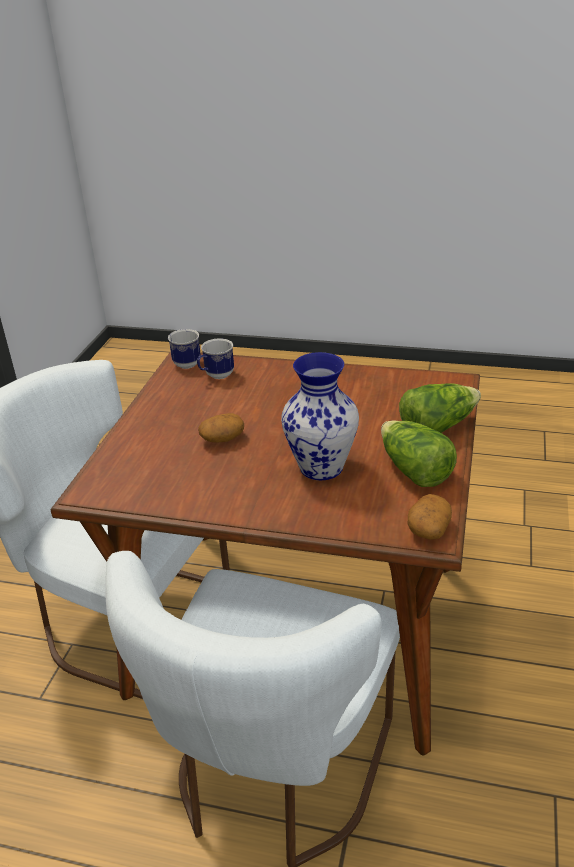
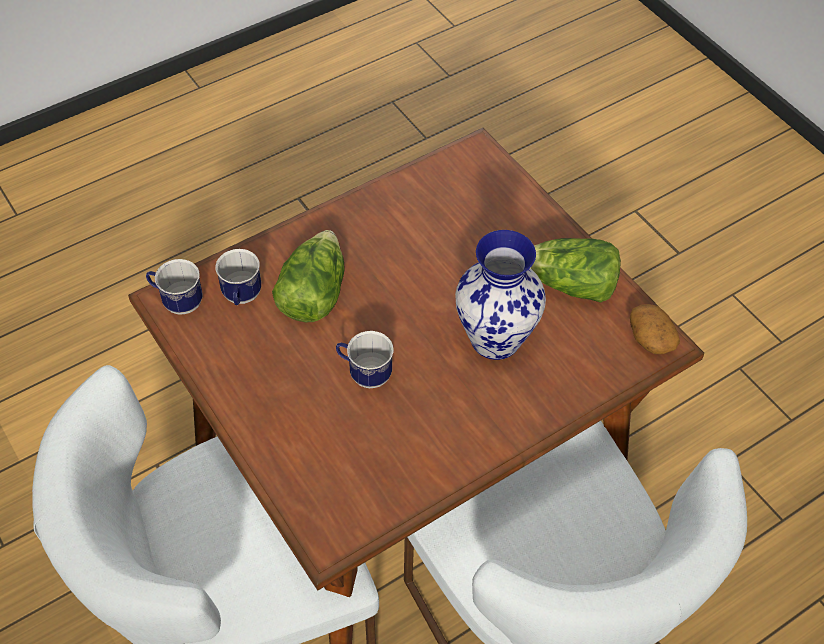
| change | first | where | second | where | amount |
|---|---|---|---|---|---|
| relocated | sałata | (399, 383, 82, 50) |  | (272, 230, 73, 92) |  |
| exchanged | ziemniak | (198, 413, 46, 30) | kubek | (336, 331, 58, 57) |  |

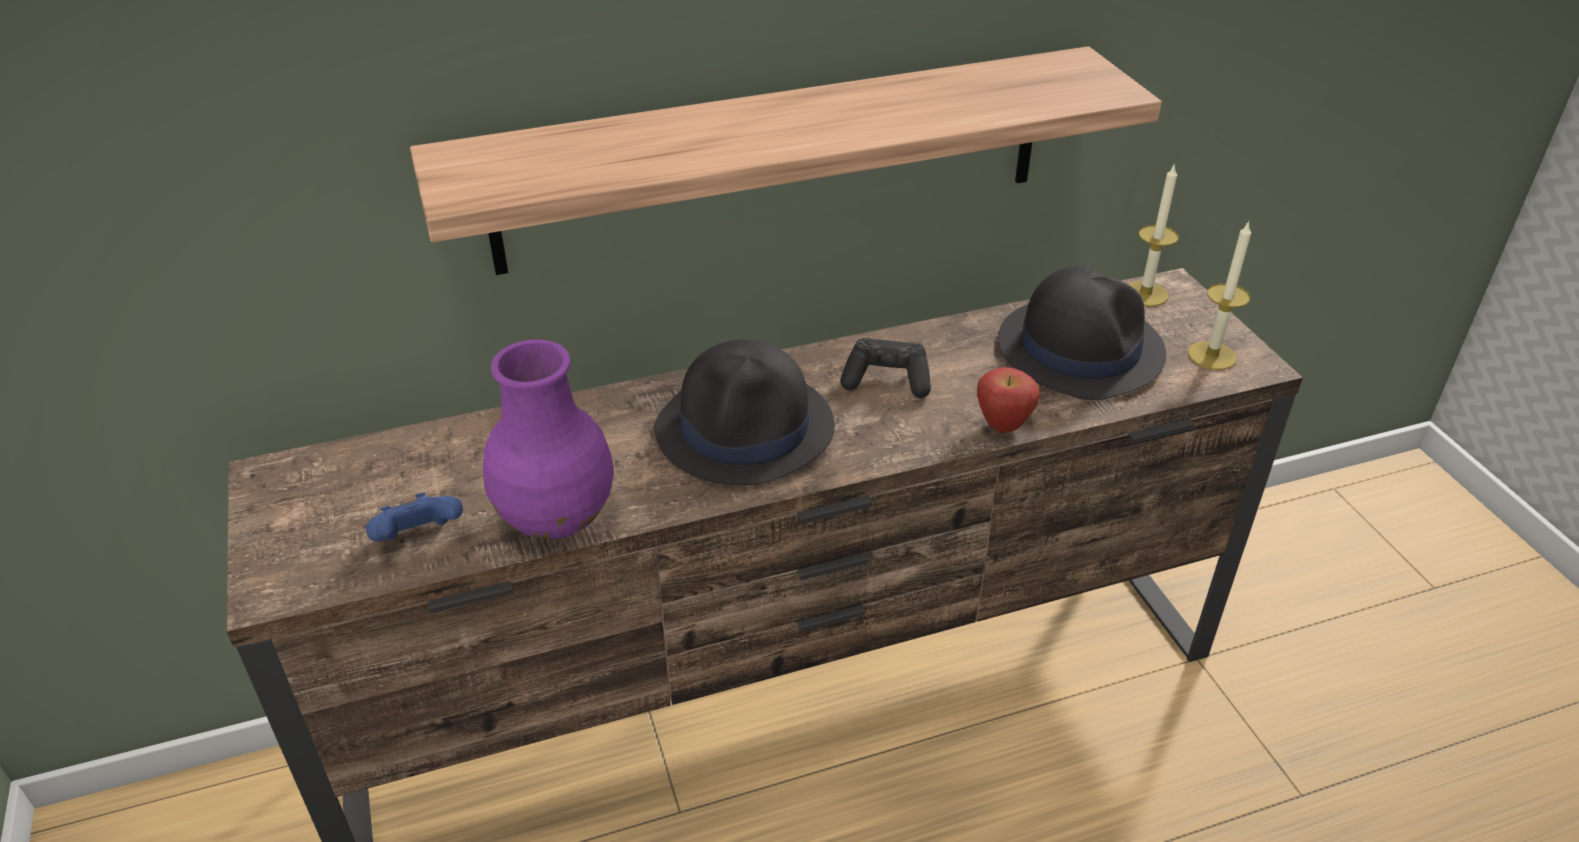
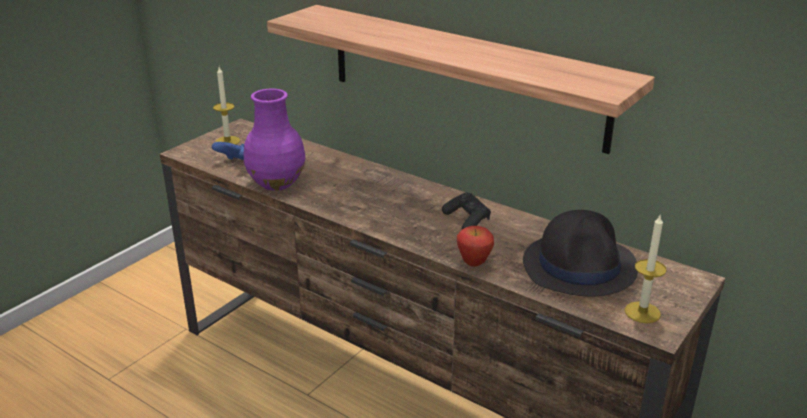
| change | first | where | second | where | amount |
|---|---|---|---|---|---|
| relocated | świeca | (1128, 163, 51, 144) |  | (213, 67, 27, 78) |  |
| missing | kapelusz [czarny] | (655, 339, 180, 146) |  |  |  |

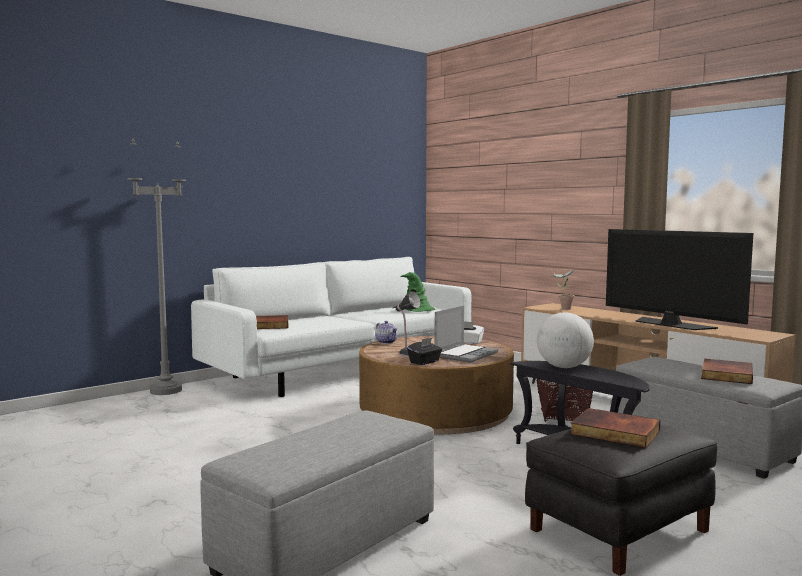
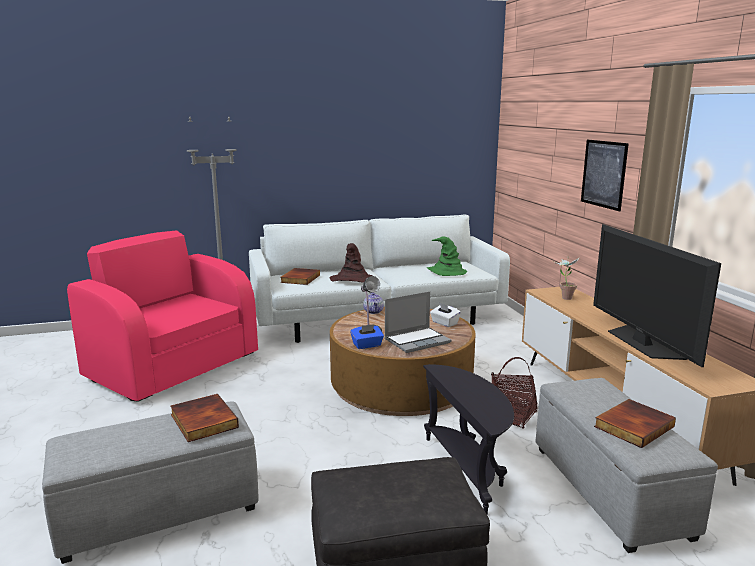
| change | first | where | second | where | amount |
|---|---|---|---|---|---|
| missing | globus | (537, 313, 57, 55) |  |  |  |
| colour | pudełko chusteczek [czarny] | (407, 338, 35, 27) | pudełko chusteczek [niebieski] | (350, 324, 34, 25) |  |
| relocated | książka | (570, 408, 90, 41) |  | (170, 394, 69, 48) |  |
| appeared |  |  | obraz | (581, 140, 48, 71) |  |
| appeared |  |  | fotel [różowy] | (67, 230, 191, 172) |  |
| appeared |  |  | kapelusz [brązowy] | (330, 243, 42, 40) |  |

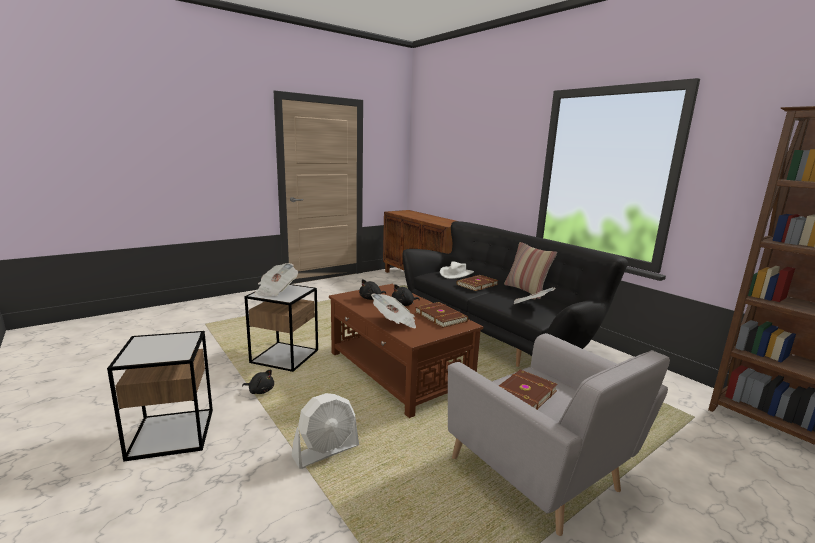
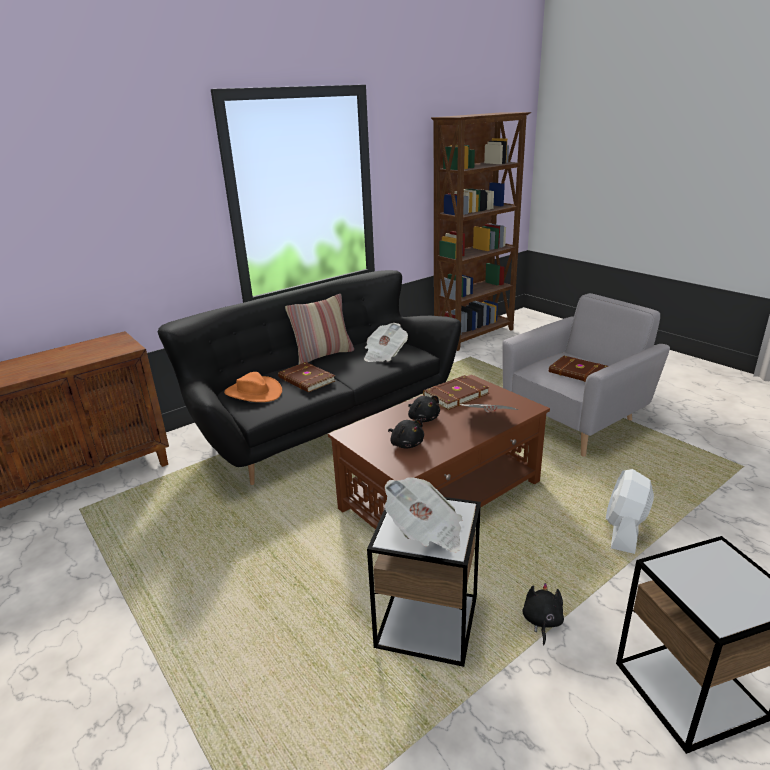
| change | first | where | second | where | amount |
|---|---|---|---|---|---|
| colour | kapelusz [biały] | (440, 261, 34, 18) | kapelusz [pomarańczowy] | (224, 372, 58, 30) |  |
| spun | wentylator [biały] | (291, 393, 68, 76) |  | (606, 469, 48, 85) | 120 degrees counterclockwise |

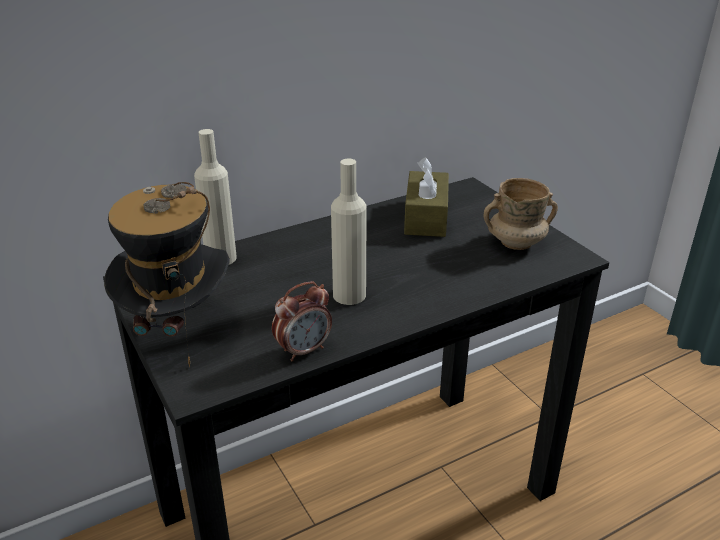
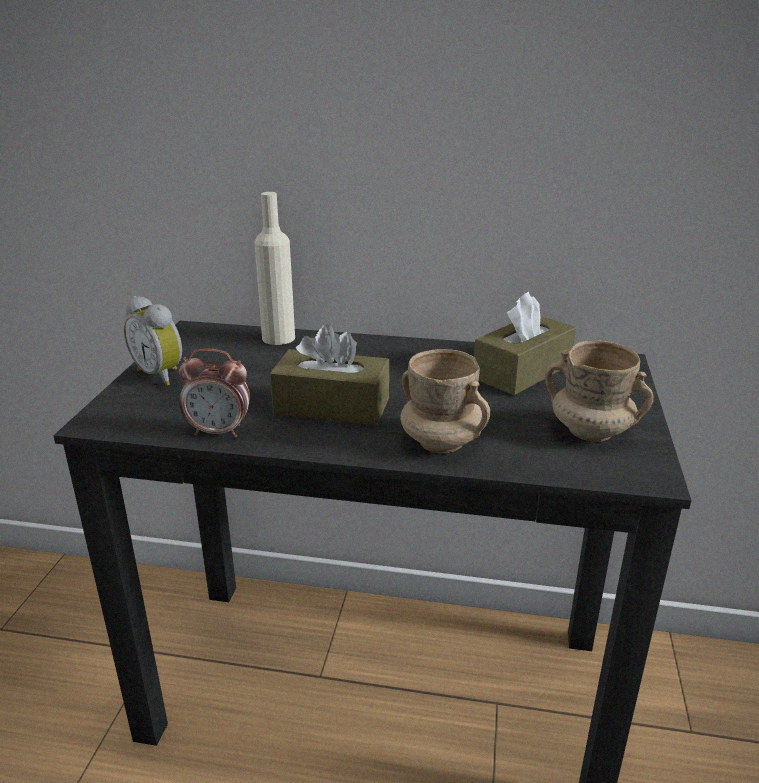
| change | first | where | second | where | amount |
|---|---|---|---|---|---|
| exchanged | butelka [beżowy] | (331, 159, 36, 146) | pudełko chusteczek [brązowy] | (270, 324, 119, 102) |  |
| exchanged | kapelusz | (104, 182, 126, 185) | budzik | (124, 296, 58, 90) |  |
| appeared |  |  | kubek [beżowy] | (400, 349, 90, 104) |  |

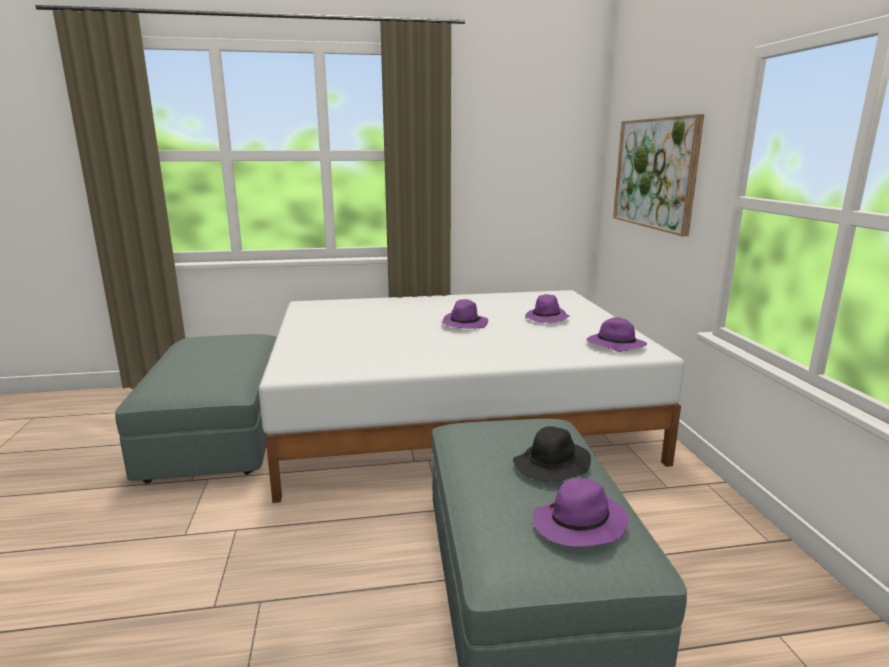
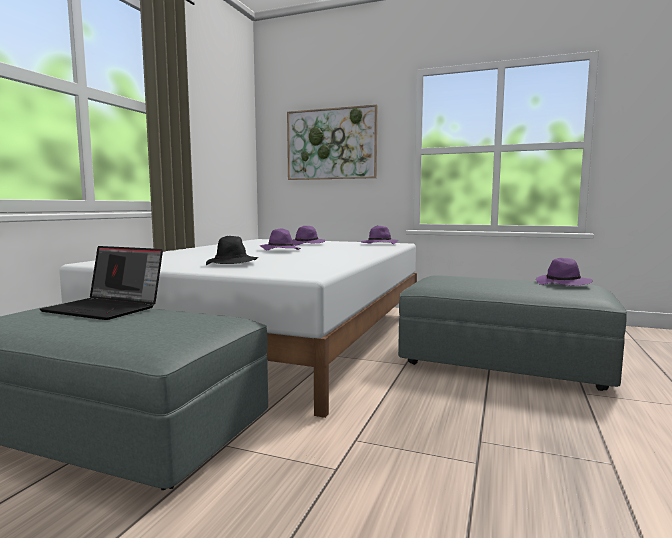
| change | first | where | second | where | amount |
|---|---|---|---|---|---|
| relocated | kapelusz [czarny] | (513, 426, 78, 55) |  | (206, 236, 52, 29) |  |
| appeared |  |  | laptop | (40, 246, 123, 74) |  |

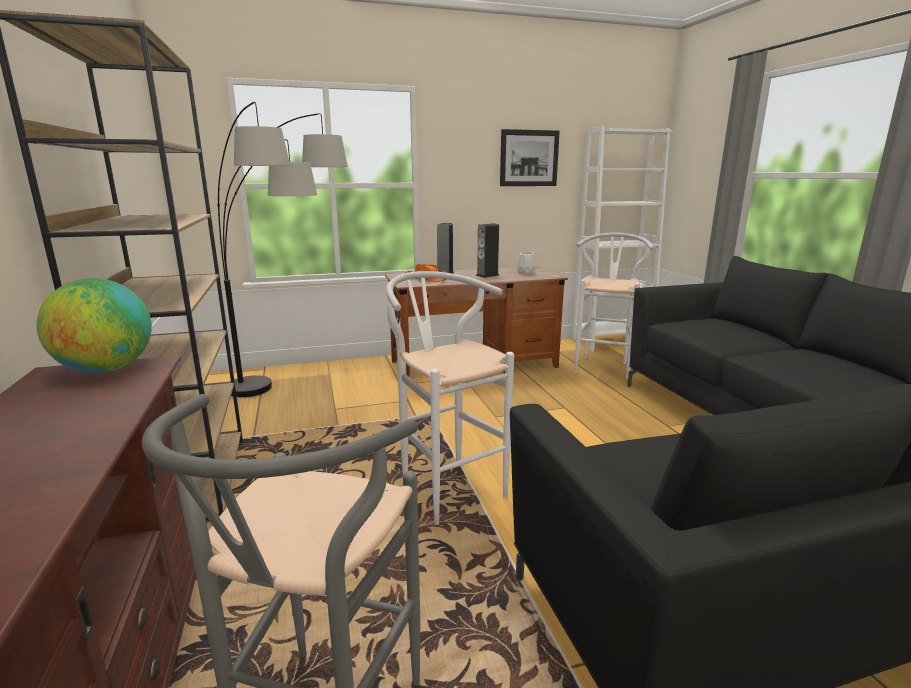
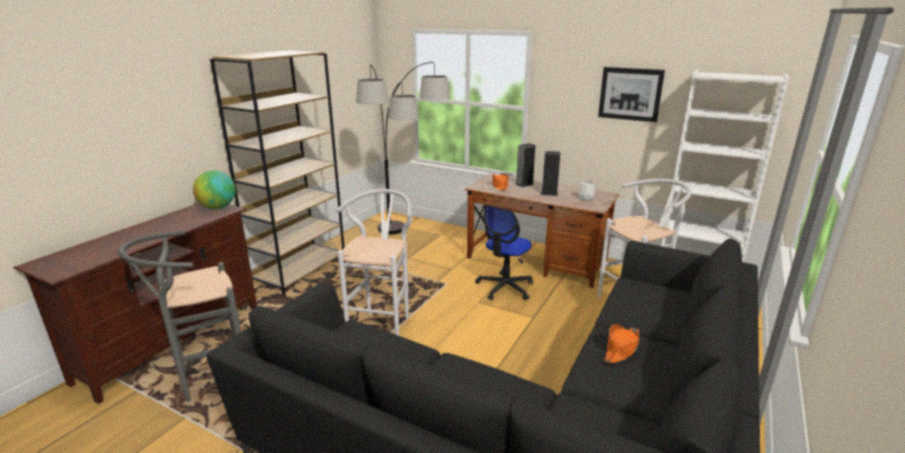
| change | first | where | second | where | amount |
|---|---|---|---|---|---|
| appeared |  |  | krzesło biurowe | (475, 205, 58, 95) |  |
| appeared |  |  | kapelusz [pomarańczowy] | (604, 324, 35, 39) |  |

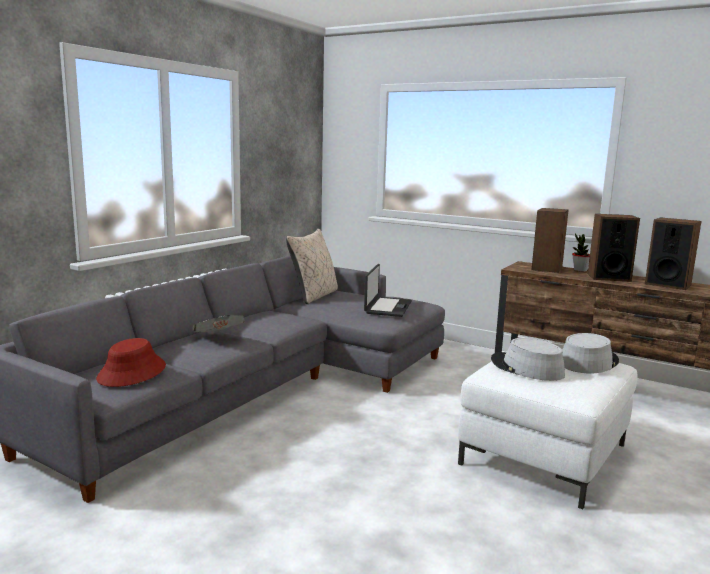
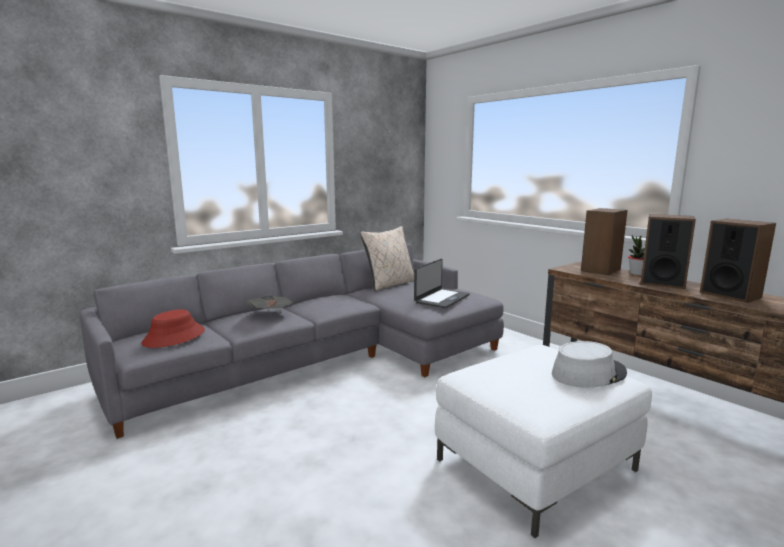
| change | first | where | second | where | amount |
|---|---|---|---|---|---|
| missing | kapelusz [szary] | (491, 338, 74, 43) |  |  |  |

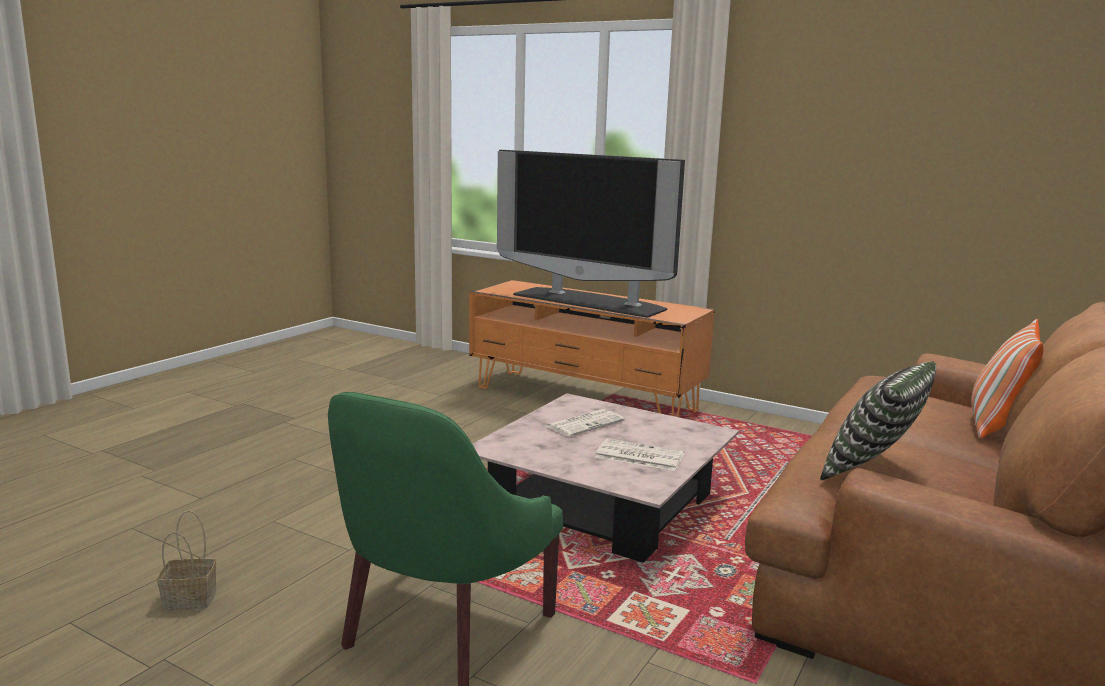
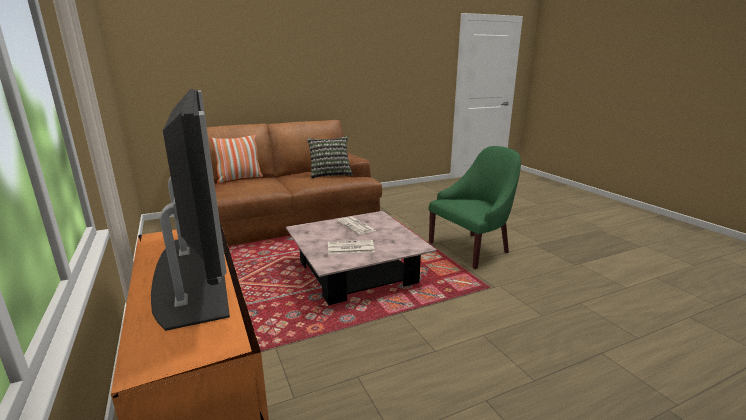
| change | first | where | second | where | amount |
|---|---|---|---|---|---|
| missing | koszyk | (157, 510, 59, 100) |  |  |  |

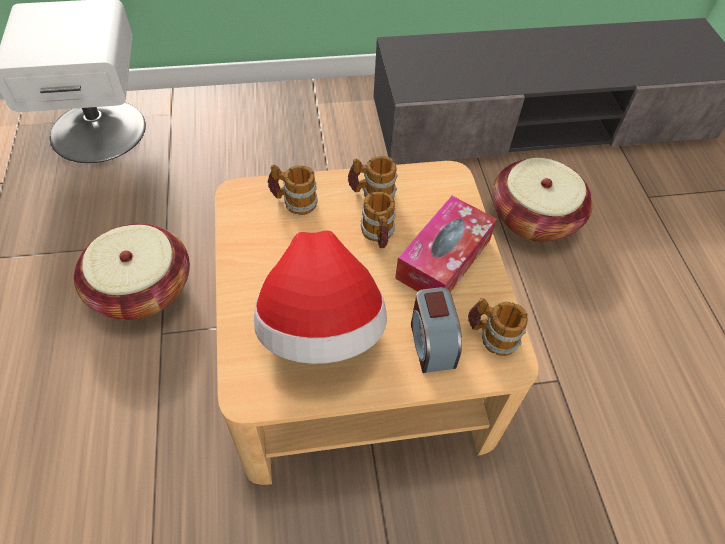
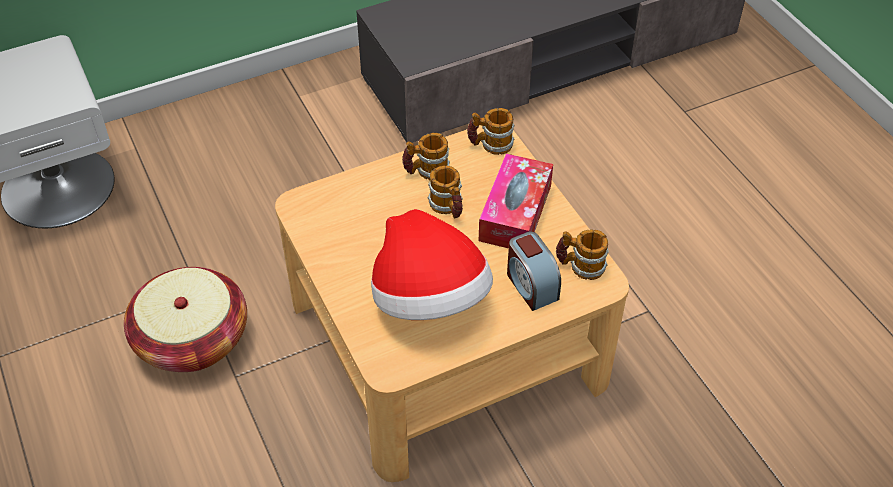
| change | first | where | second | where | amount |
|---|---|---|---|---|---|
| missing | koszyk | (492, 158, 101, 84) |  |  |  |
| relocated | kubek | (267, 165, 51, 50) |  | (467, 108, 48, 47) |  |

